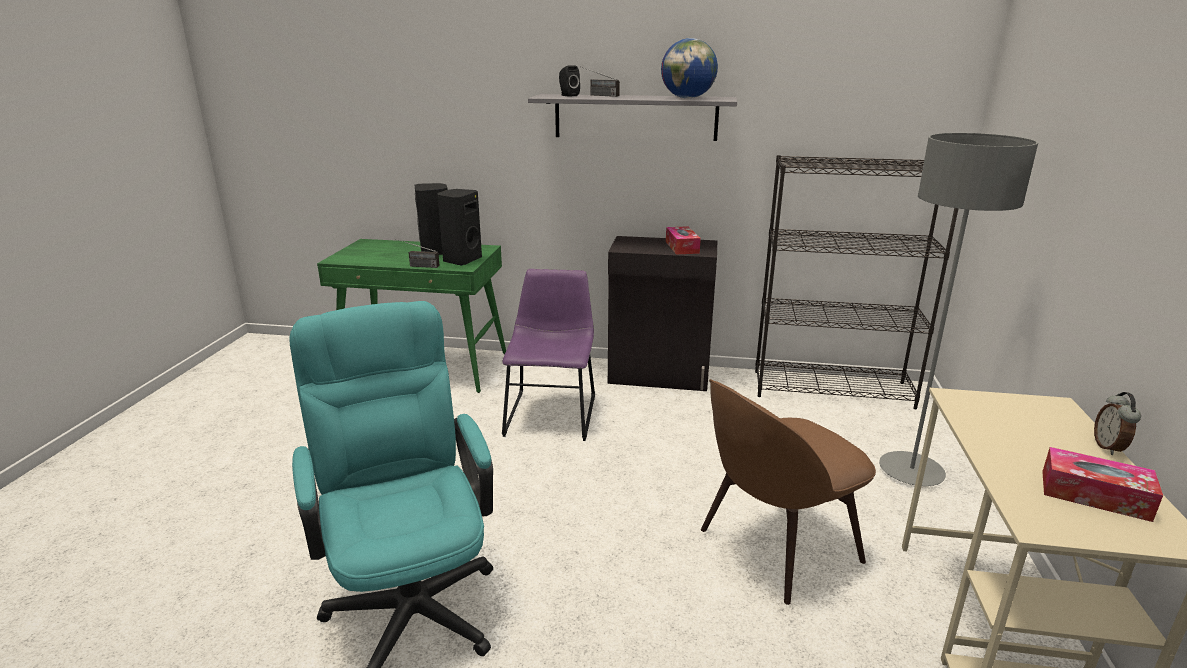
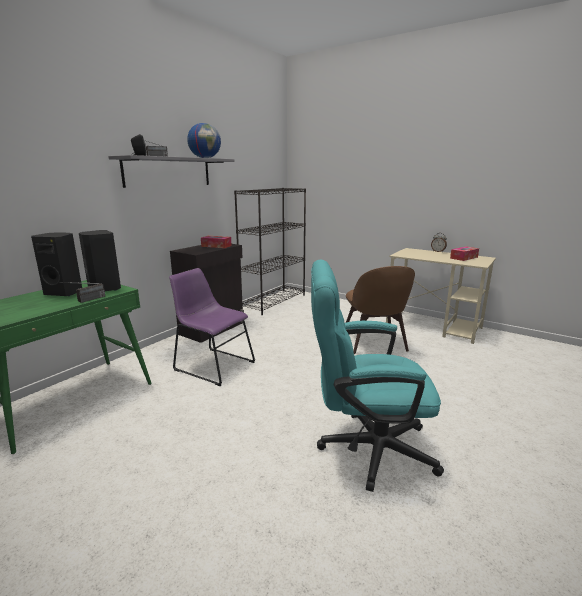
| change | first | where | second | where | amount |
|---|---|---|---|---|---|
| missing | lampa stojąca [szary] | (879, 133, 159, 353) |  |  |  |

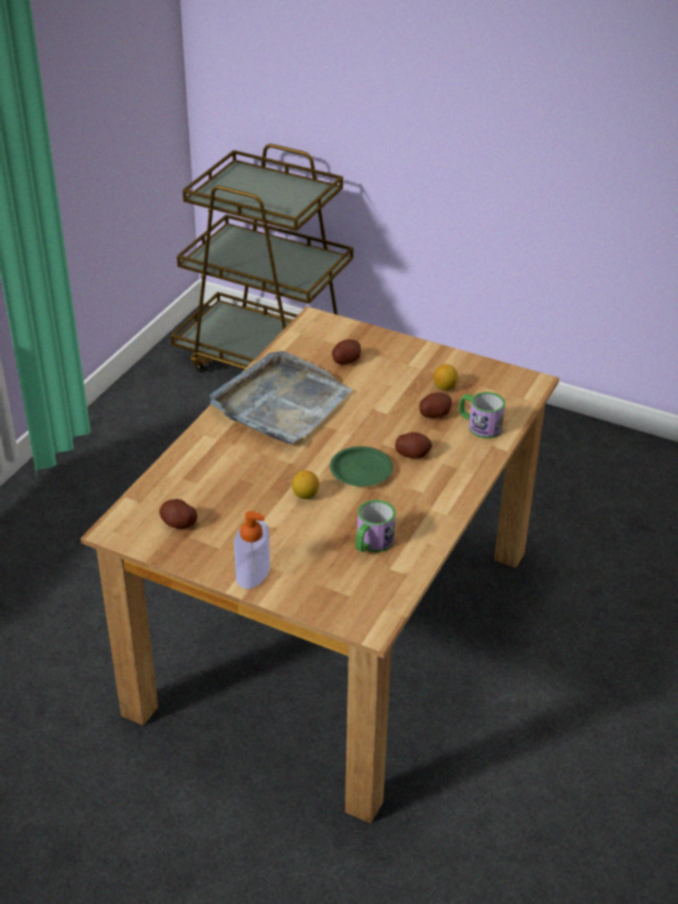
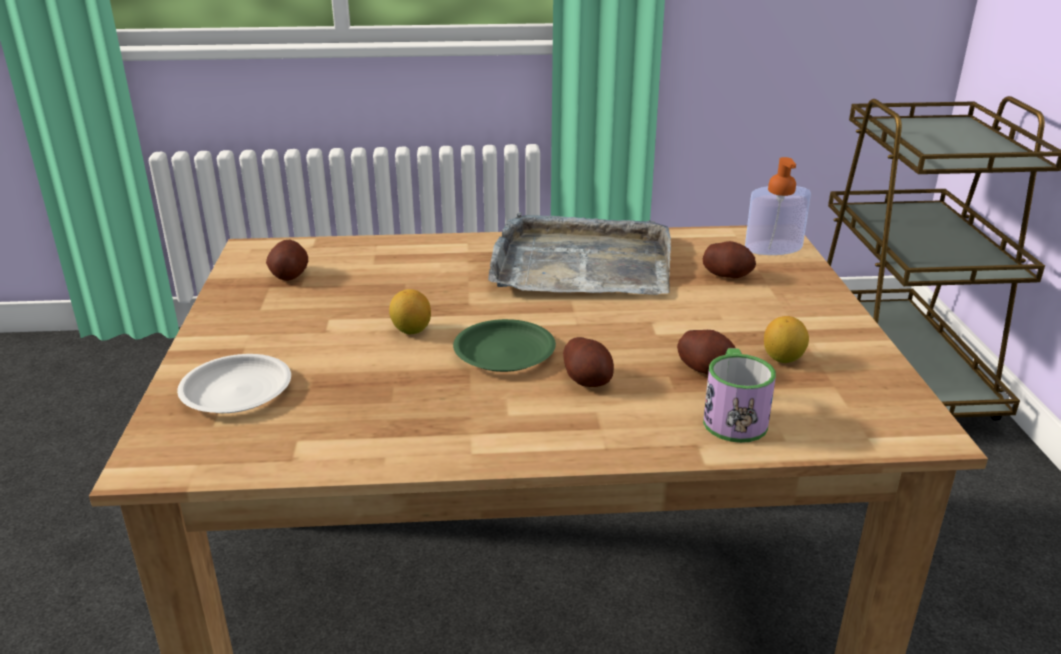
| change | first | where | second | where | amount |
|---|---|---|---|---|---|
| missing | kubek | (356, 500, 39, 52) |  |  |  |
| relocated | dozownik mydła | (234, 511, 36, 78) |  | (745, 157, 66, 98) |  |
| appeared |  |  | talerz [biały] | (177, 354, 114, 59) |  |

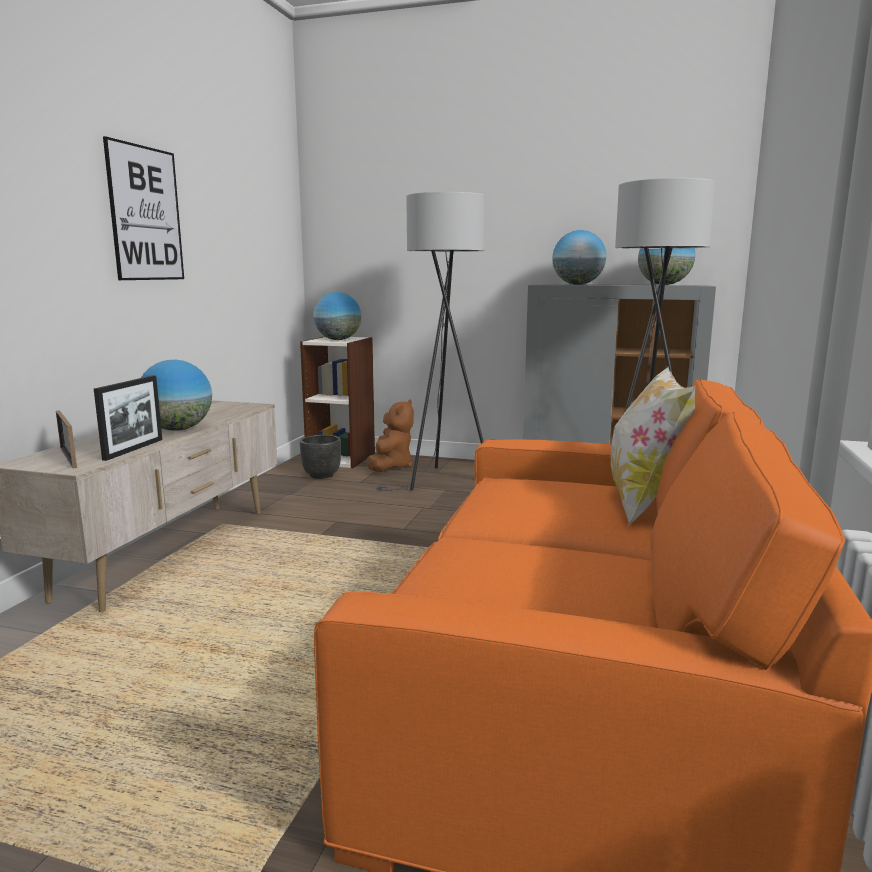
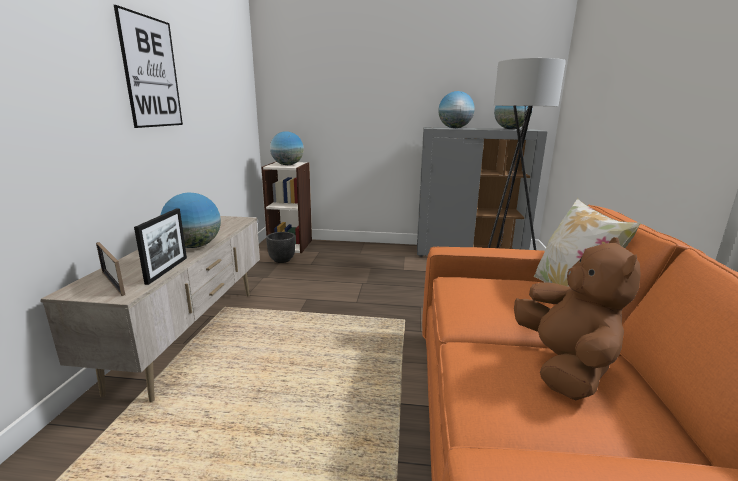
| change | first | where | second | where | amount |
|---|---|---|---|---|---|
| missing | lampa stojąca [szary] | (376, 192, 110, 299) |  |  |  |
| relocated | pluszak [brązowy] | (366, 400, 48, 72) |  | (514, 237, 127, 164) |  |

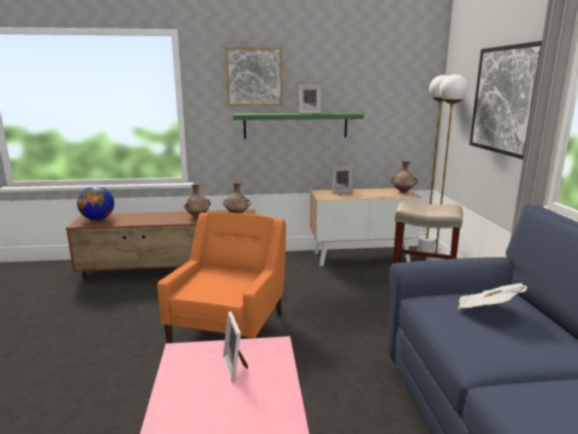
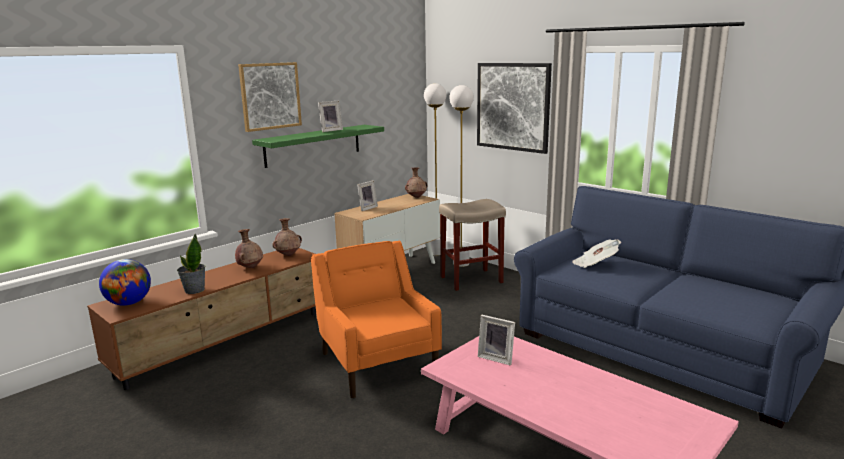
| change | first | where | second | where | amount |
|---|---|---|---|---|---|
| appeared |  |  | roślina doniczkowa | (177, 234, 28, 60) |  |

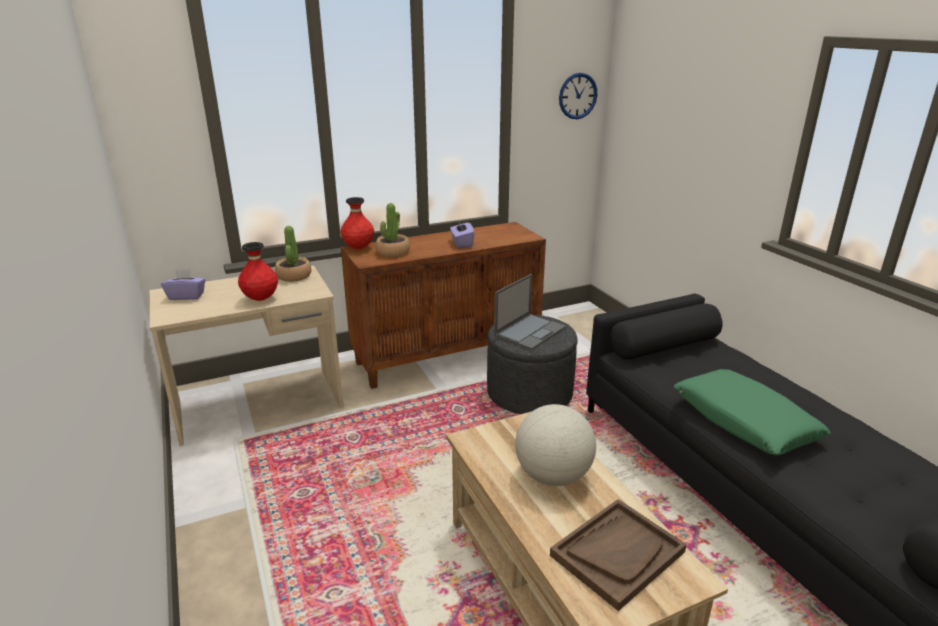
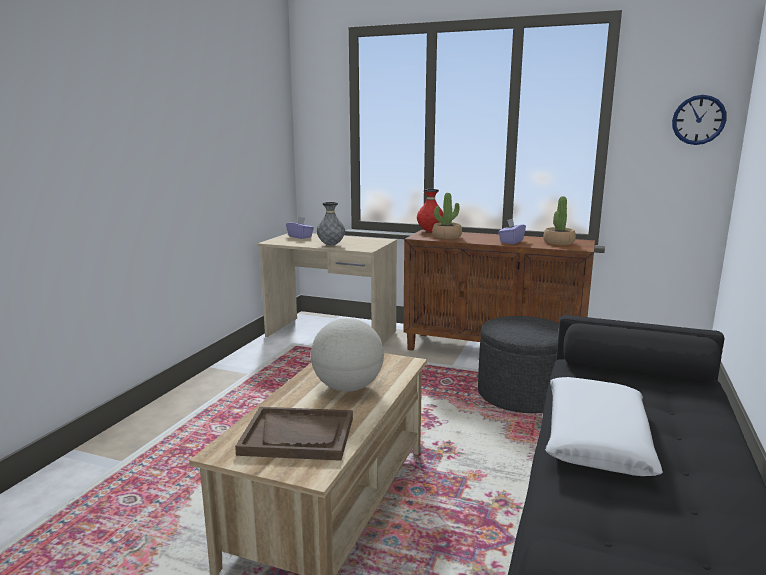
| change | first | where | second | where | amount |
|---|---|---|---|---|---|
| relocated | roślina doniczkowa | (275, 226, 36, 56) |  | (543, 196, 33, 49) |  |
| colour | wazon [czerwony] | (238, 242, 40, 59) | wazon [szary] | (317, 202, 28, 44) |  |
| missing | laptop | (494, 274, 72, 76) |  |  |  |
| colour | poduszka [zielony] | (674, 369, 157, 86) | poduszka [biały] | (545, 377, 118, 99) |  |

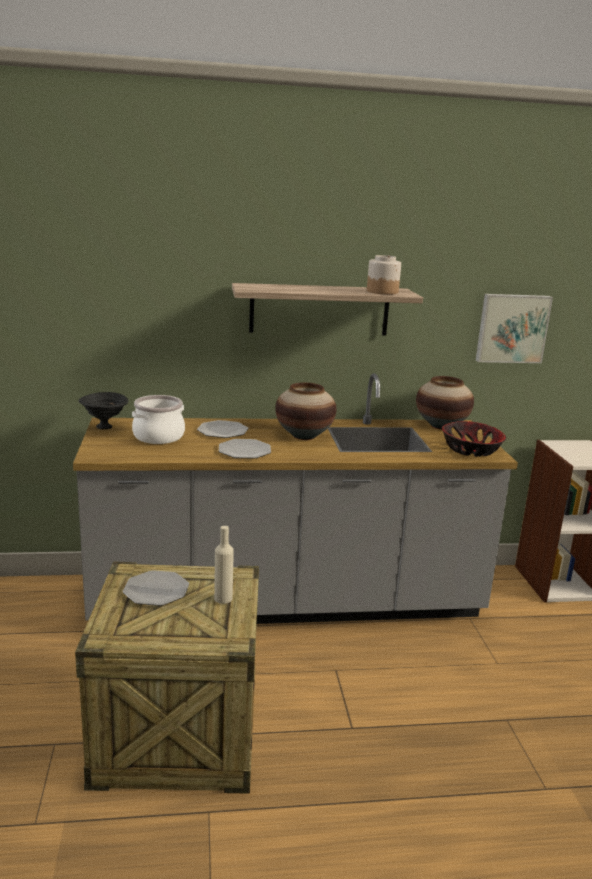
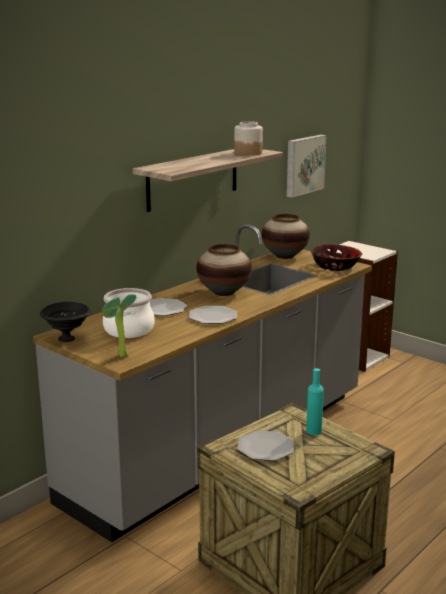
| change | first | where | second | where | amount |
|---|---|---|---|---|---|
| colour | butelka [beżowy] | (214, 526, 20, 78) | butelka [turkusowy] | (306, 368, 18, 67) |  |
| appeared |  |  | roślina doniczkowa | (102, 294, 35, 64) |  |

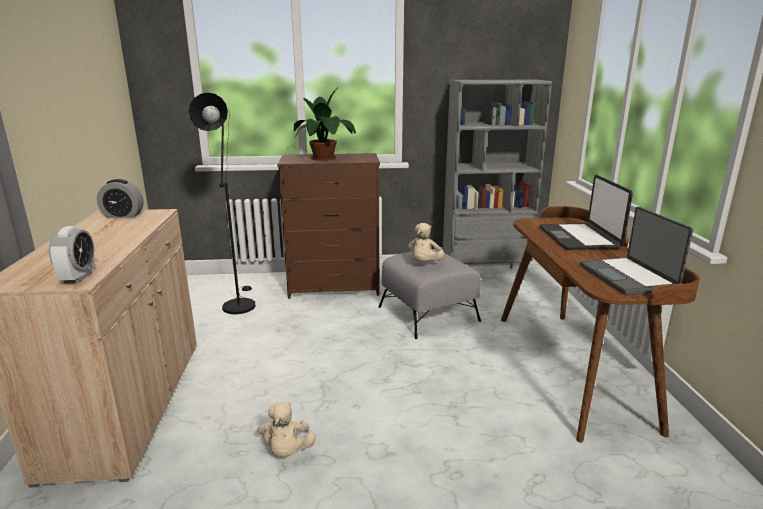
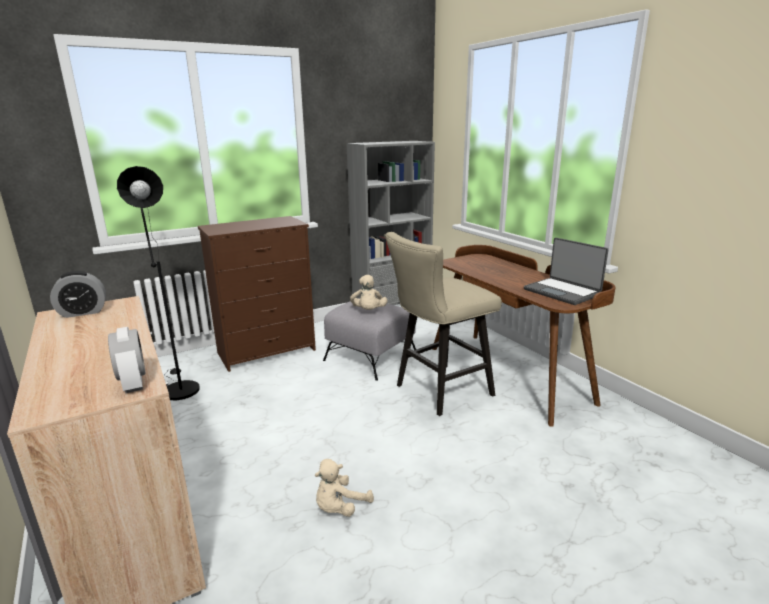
| change | first | where | second | where | amount |
|---|---|---|---|---|---|
| missing | roślina doniczkowa | (294, 85, 62, 76) |  |  |  |
| missing | laptop | (539, 175, 94, 75) |  |  |  |
| spun | pluszak [beżowy] | (257, 402, 59, 55) |  | (315, 459, 59, 58) | 75 degrees clockwise |
| appeared |  |  | stołek [beżowy] | (385, 232, 117, 184) |  |

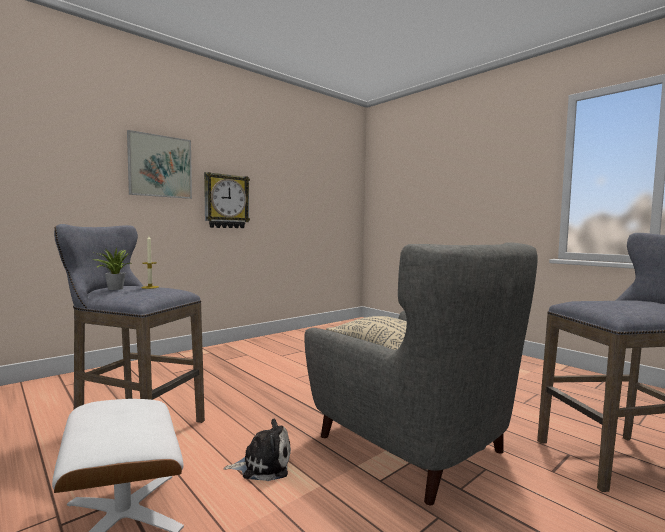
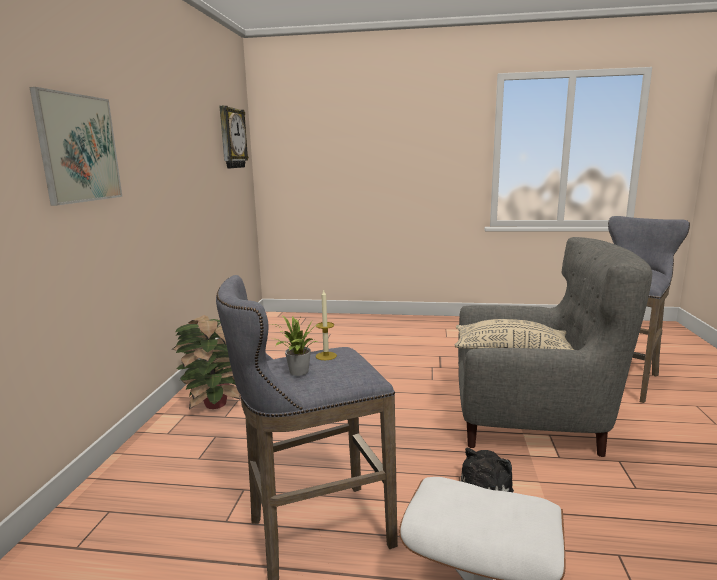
| change | first | where | second | where | amount |
|---|---|---|---|---|---|
| relocated | zegar ścienny | (204, 172, 46, 56) |  | (219, 106, 30, 62) |  |
| appeared |  |  | roślina doniczkowa | (171, 315, 70, 94) |  |

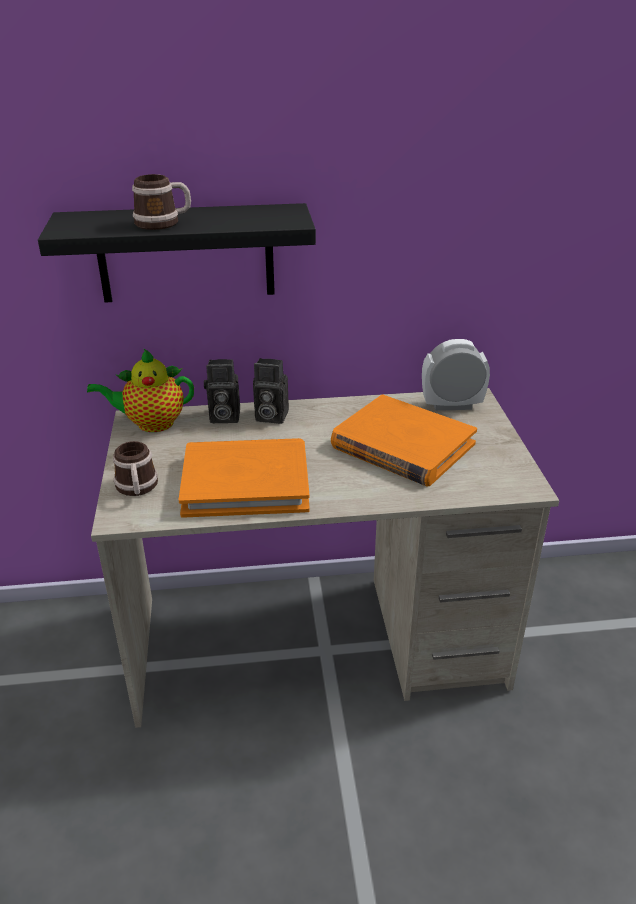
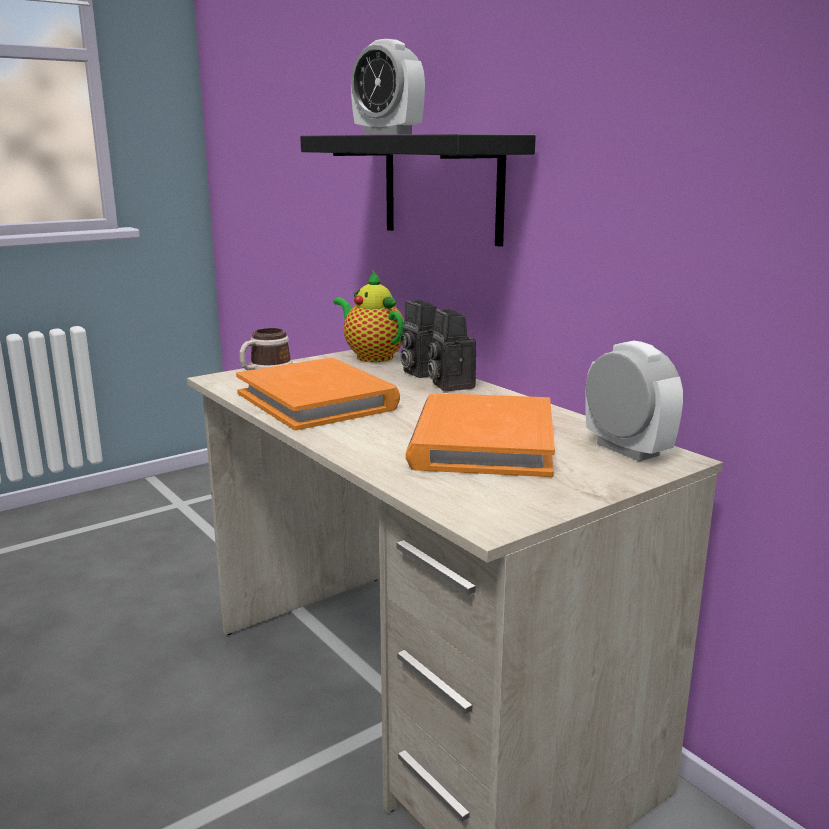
| change | first | where | second | where | amount |
|---|---|---|---|---|---|
| exchanged | kubek | (132, 174, 59, 56) | budzik | (351, 39, 74, 96) |  |

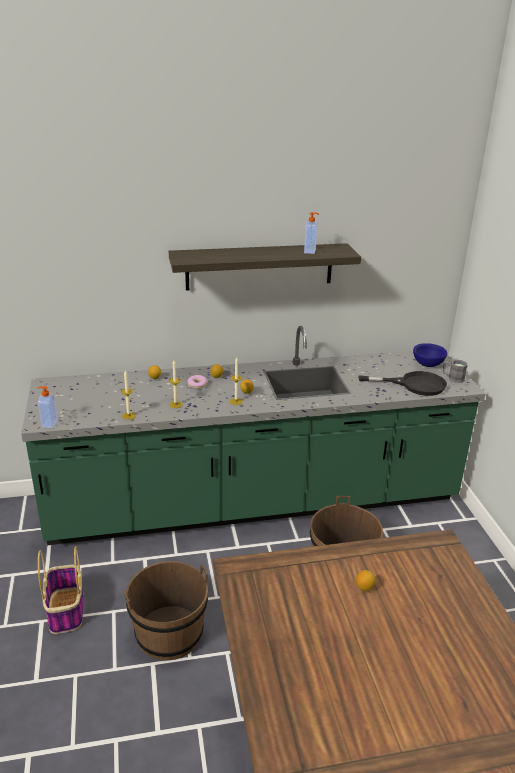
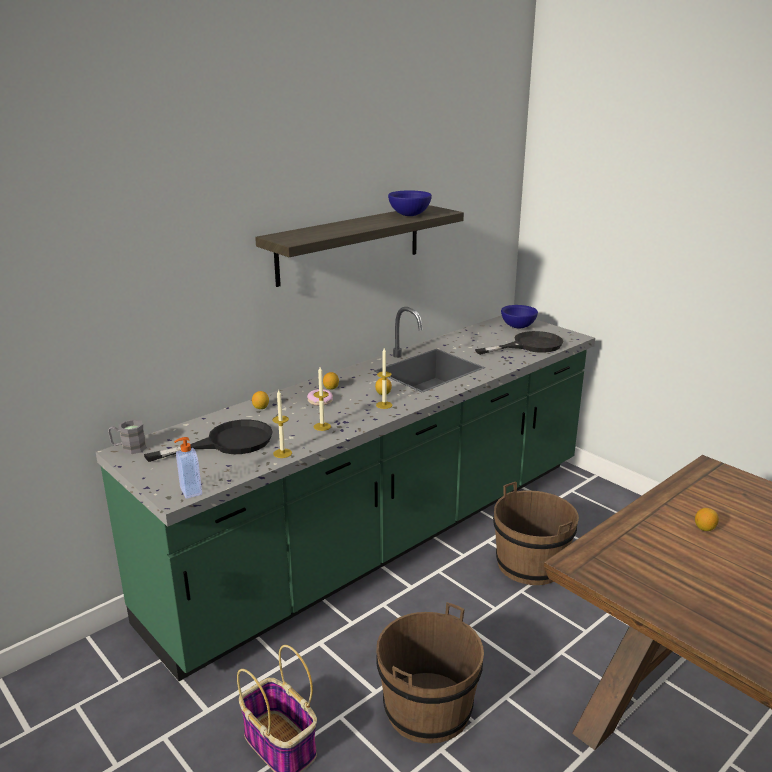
| change | first | where | second | where | amount |
|---|---|---|---|---|---|
| exchanged | dozownik mydła | (304, 212, 15, 42) | miska [niebieski] | (388, 191, 44, 25) |  |
| relocated | kubek [szary] | (443, 360, 25, 23) |  | (108, 419, 39, 35) |  |
| appeared |  |  | patelnia [czarny] | (144, 420, 129, 42) |  |

